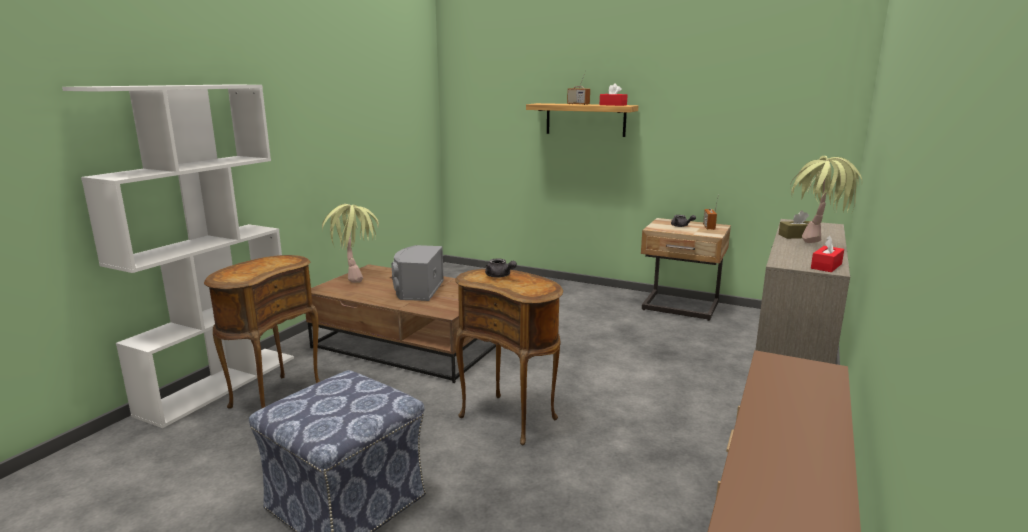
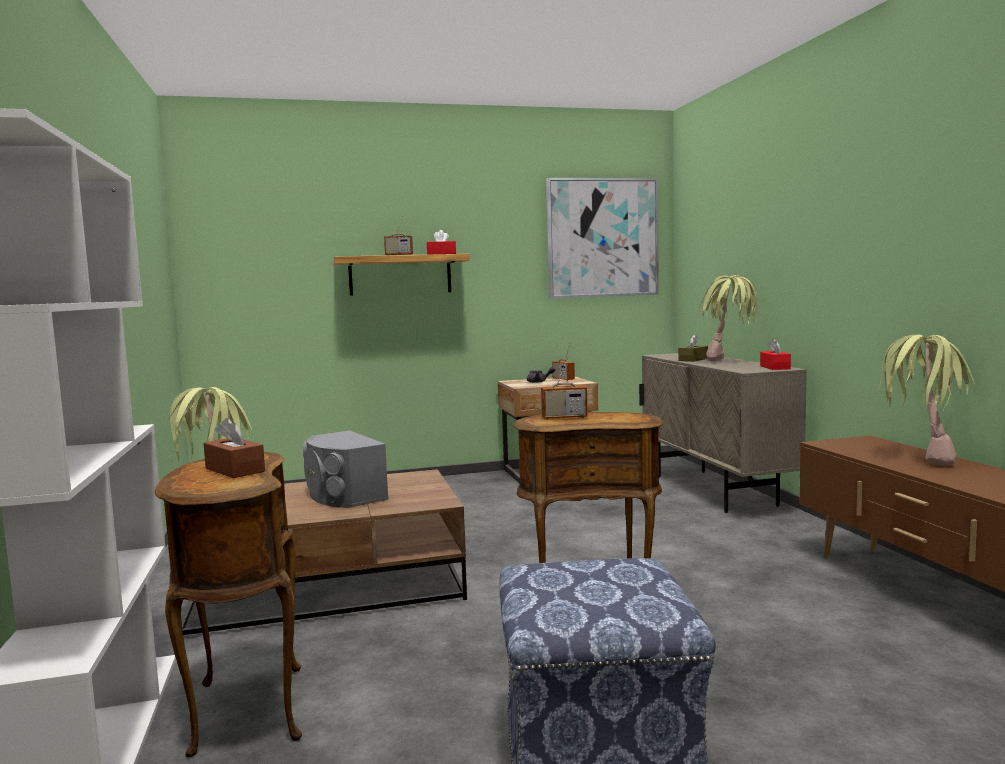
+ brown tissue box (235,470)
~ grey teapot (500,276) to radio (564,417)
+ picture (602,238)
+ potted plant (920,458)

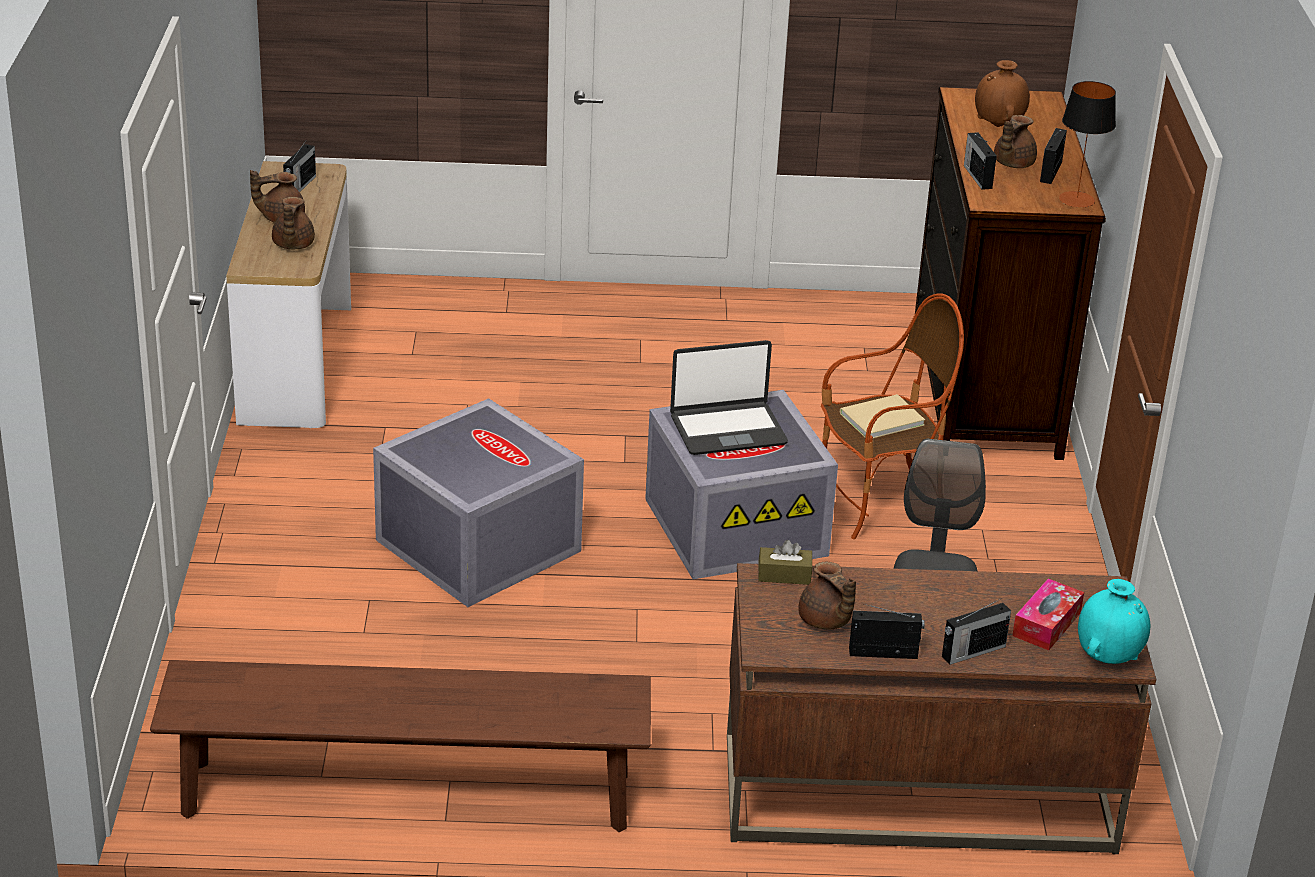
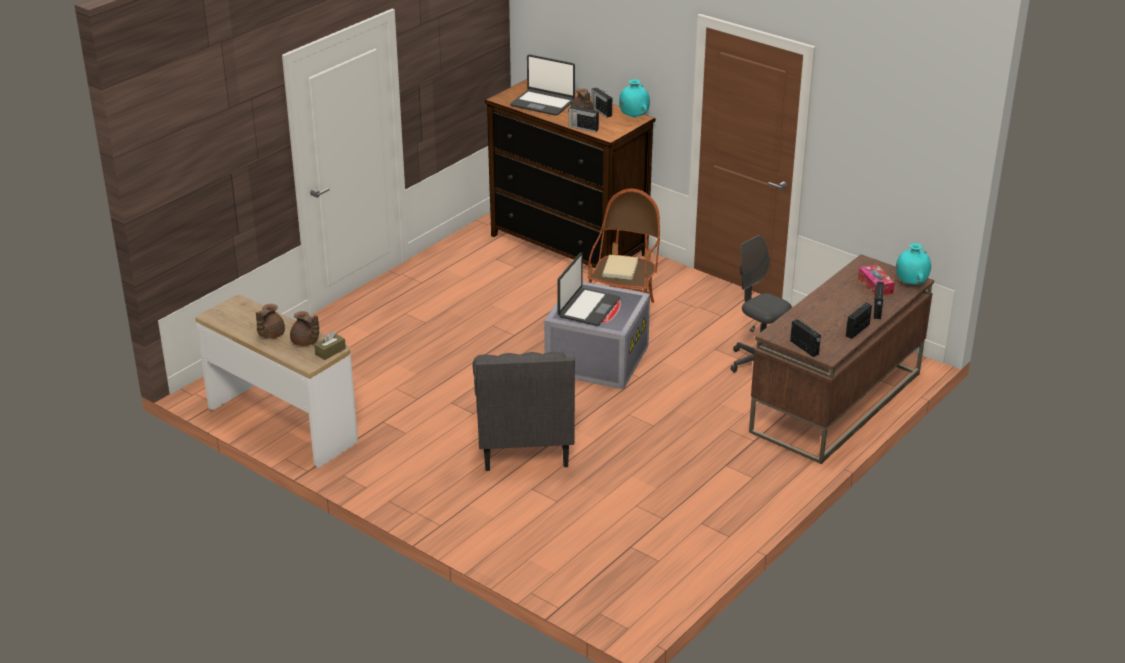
~ brown tissue box (784,575) to (330,351)
~ grey storage box (475,545) to grey armchair (523,438)
~ brown vase (998,126) to laptop (543,103)
~ table lamp (1077,200) to turquoise vase (633,117)
~ radio (299,186) to (804,348)
- brown bench (407,796)
- brown teapot (825,621)

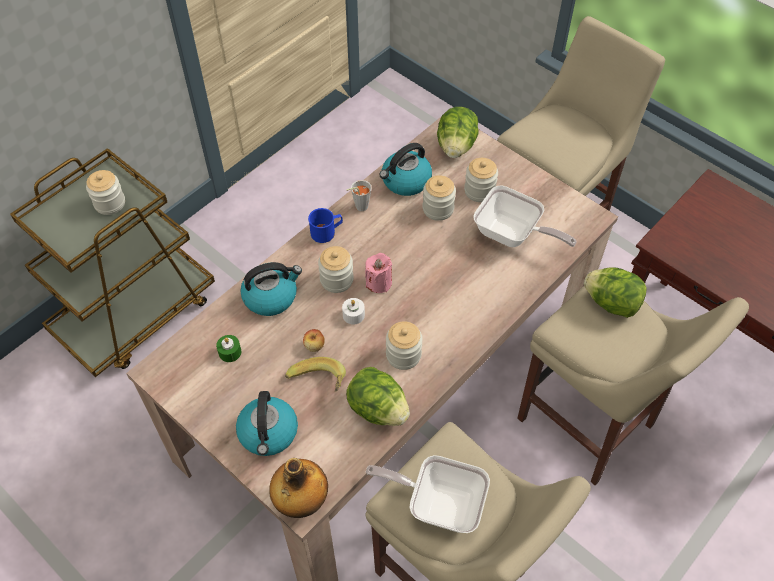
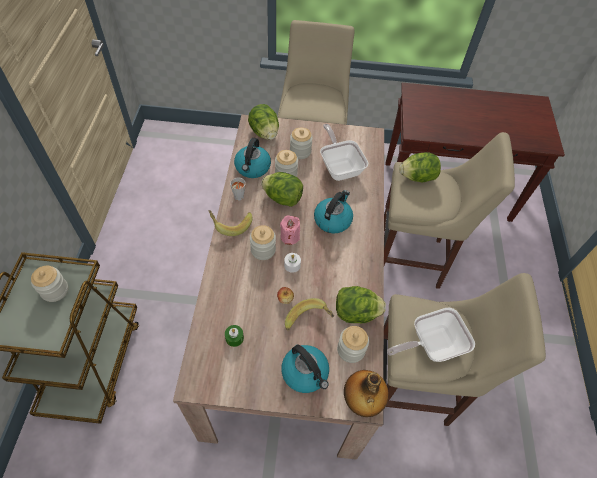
~ blue mug (326,232) to banana (230,224)
+ lettuce (282,198)
~ kettle (271,296) to (332,220)
~ frying pan (512,235) = (340,167) 105 degrees counterclockwise
~ jar (403,355) to (351,350)

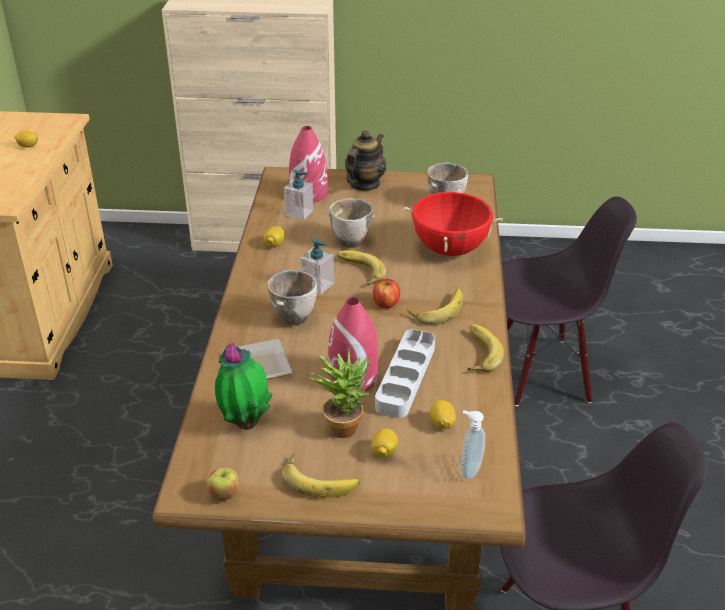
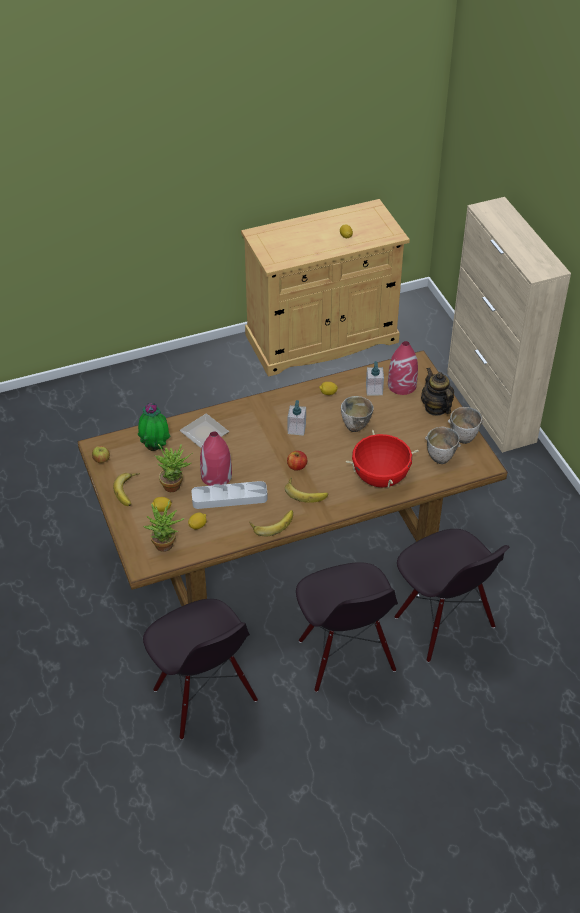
~ soap dispenser (469,470) to potted plant (166,547)
+ black chair (345,656)
~ teapot (364,184) = (436,408) 120 degrees counterclockwise
~ bowl (295,318) to (464,438)
- banana (358,271)

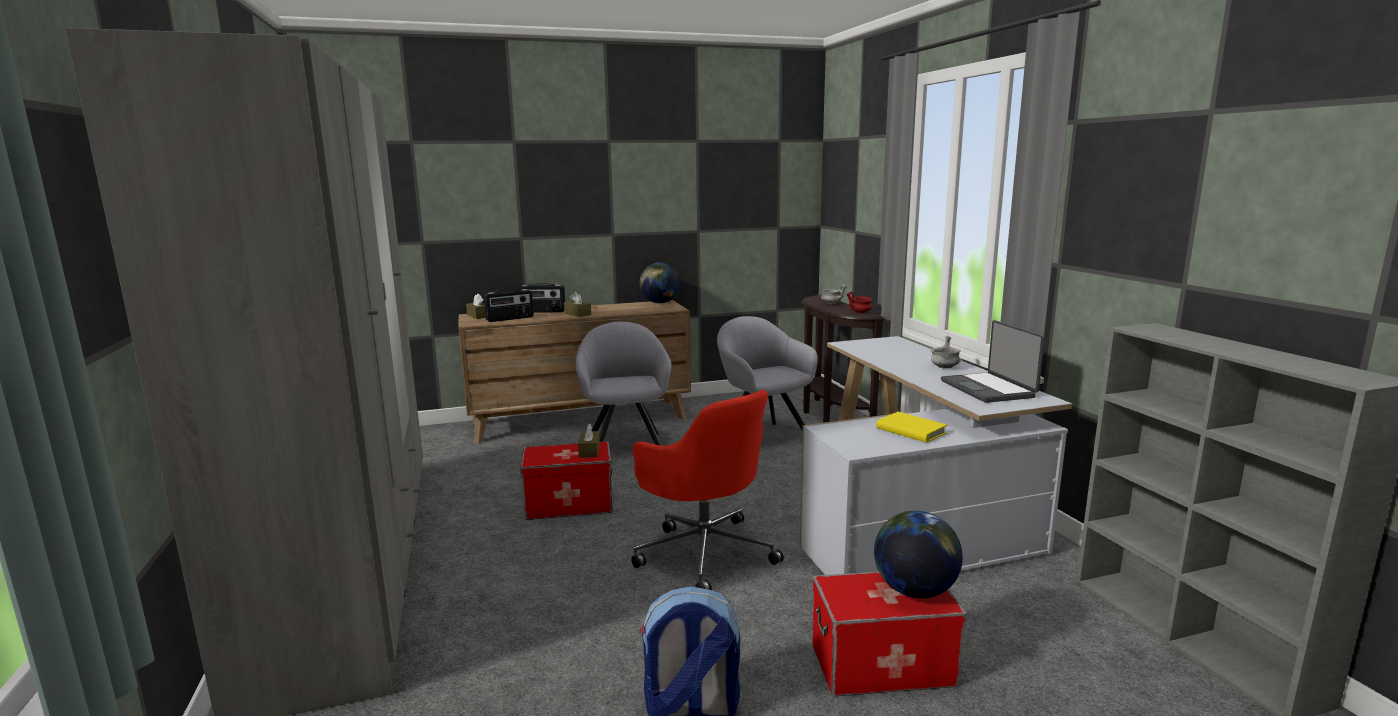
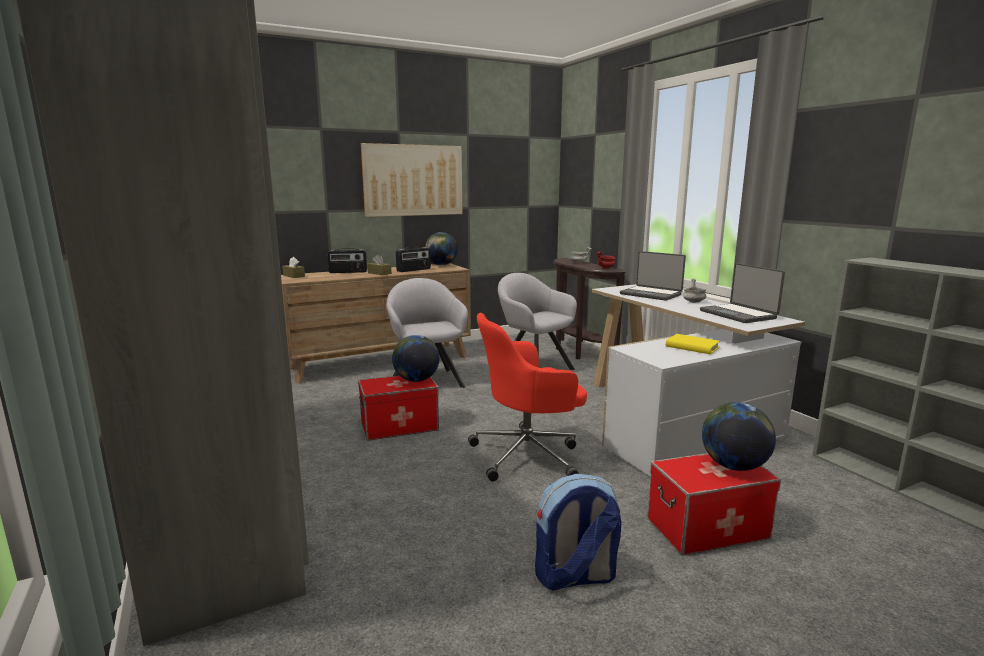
+ picture (413,180)
~ brown tissue box (589,451) to globe (416,380)
~ radio (510,319) to (414,270)
~ red office chair (704,552) = (528,455) 120 degrees clockwise
+ laptop (651,294)

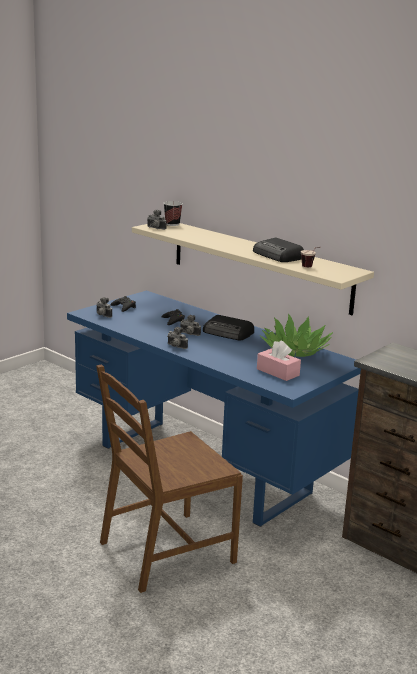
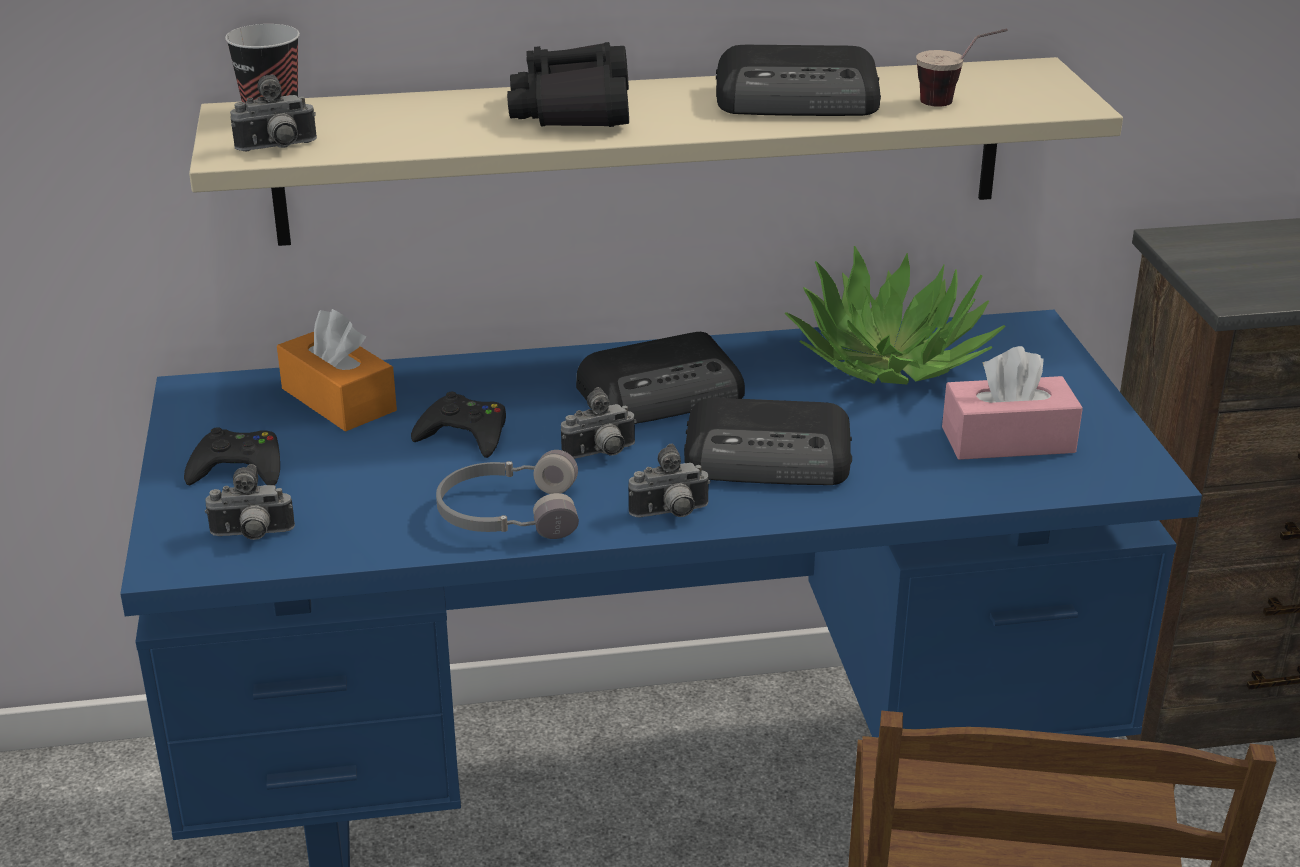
+ orange tissue box (338,400)
+ grey headphones (508,514)
+ black binoculars (573,109)
+ radio (770,458)

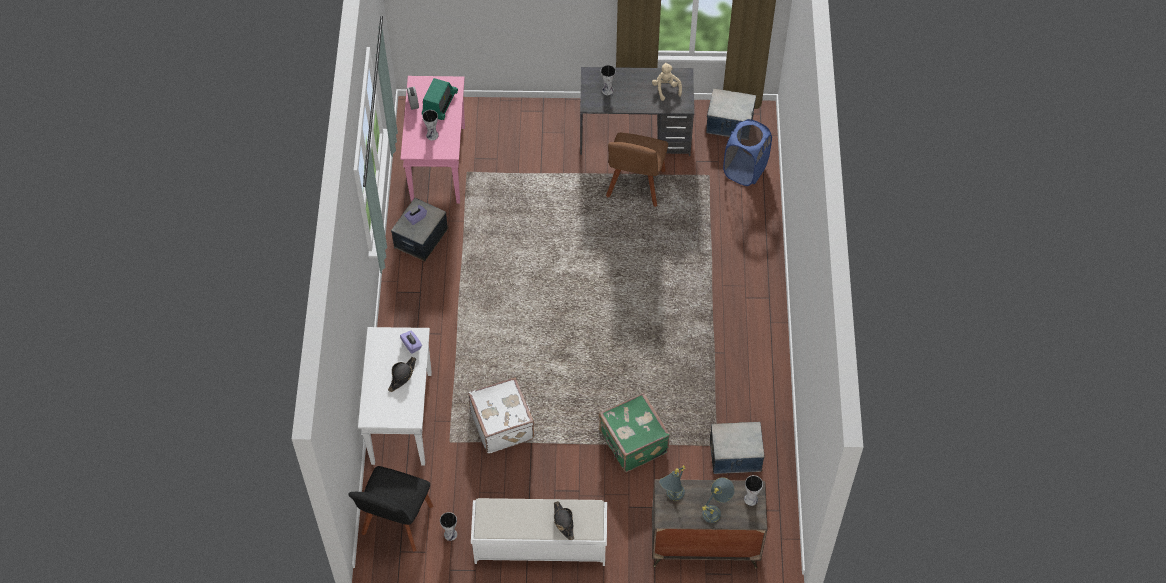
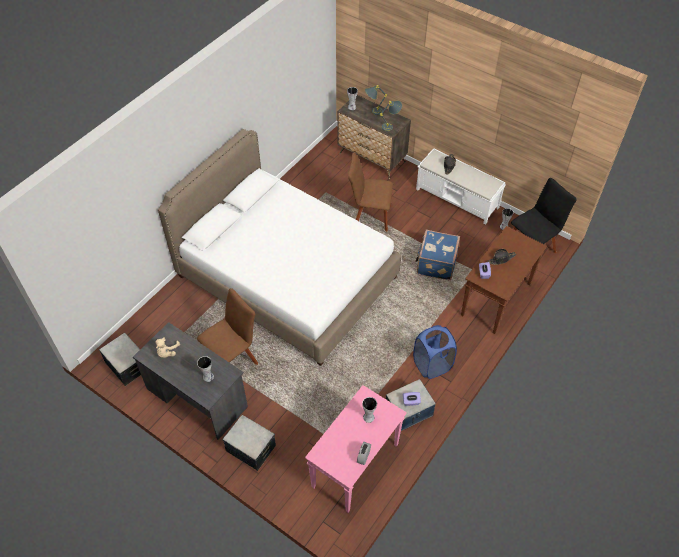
+ white bed (287,277)
~ storage box (735,456) to (251,448)
~ green suitcase (632,443) to brown chair (369,216)
~ blue laundry basket (745,170) to (432,365)
~ white suitcase (503,424) to blue suitcase (435,263)
~ white console table (401,417) to brown console table (496,300)
- radio (439,104)

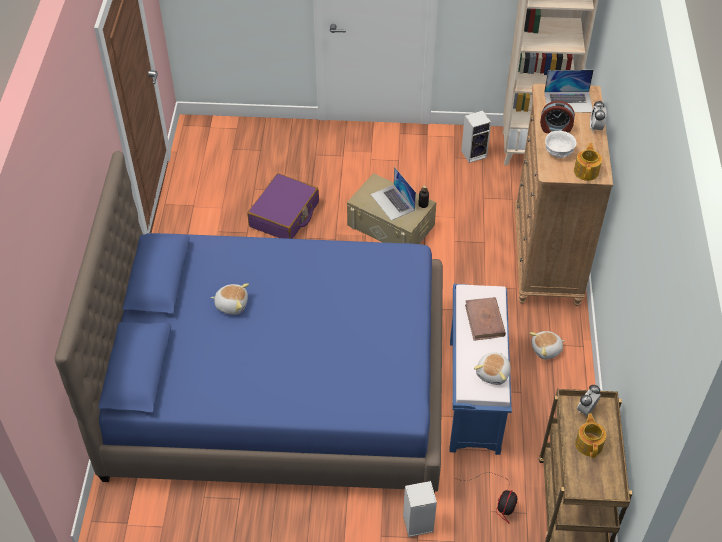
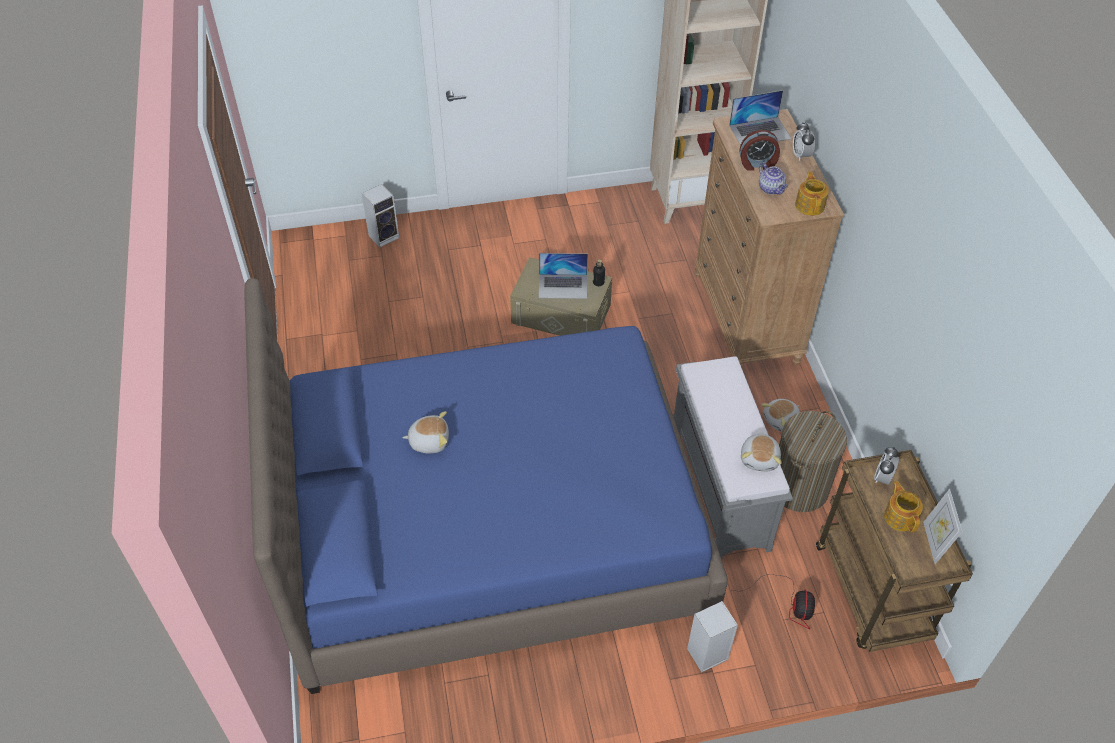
~ speaker (474,153) to (384,236)
~ laptop (392,202) = (563,286) 45 degrees counterclockwise
~ blue bench (473,394) to grey bench (718,488)
~ white bowl (559,152) to teapot (771,189)
+ laundry basket (798,488)
+ picture frame (934,542)
- purple suitcase (284,215)
- brown book (484,320)

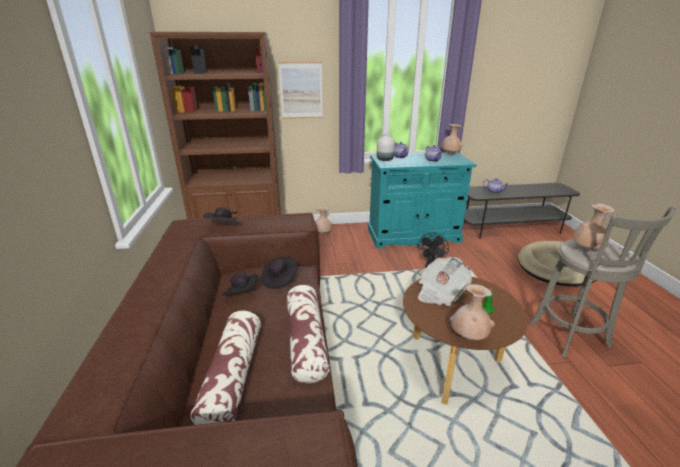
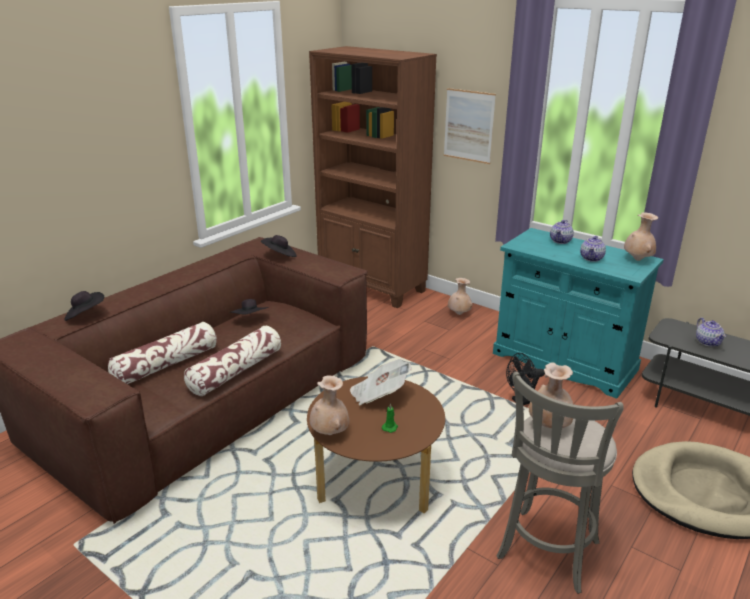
~ black hat (280,279) to (85,315)
- white vase (384,159)

